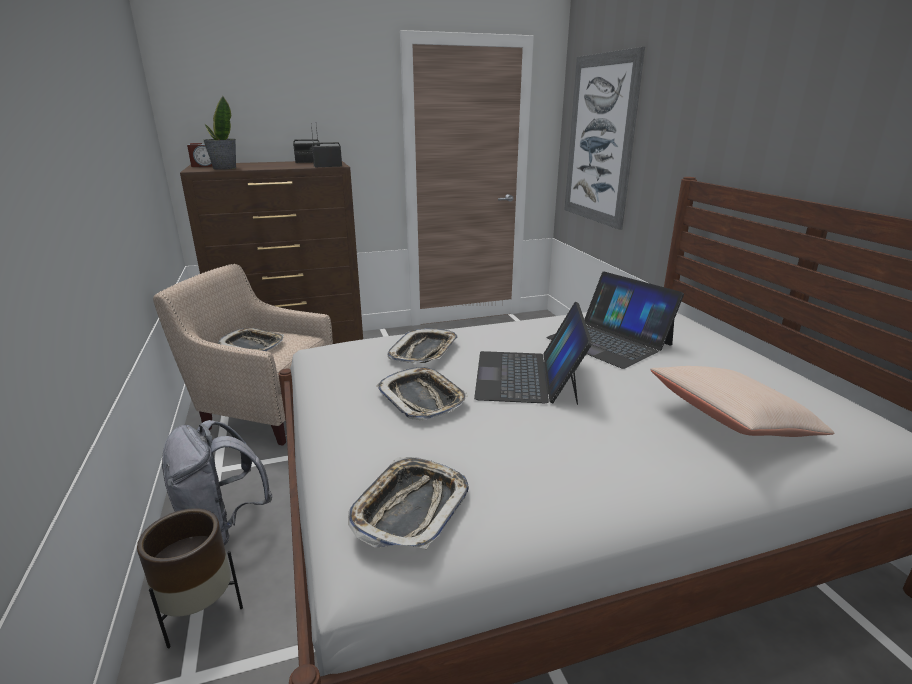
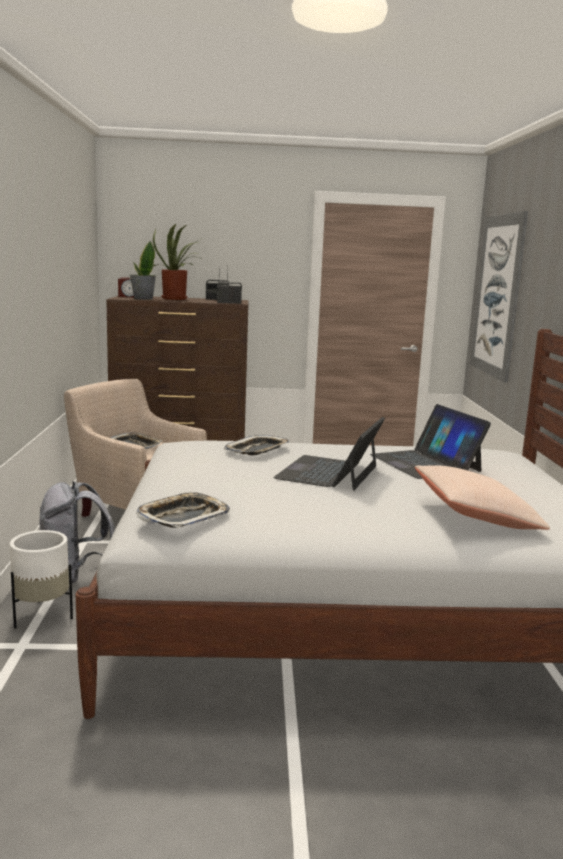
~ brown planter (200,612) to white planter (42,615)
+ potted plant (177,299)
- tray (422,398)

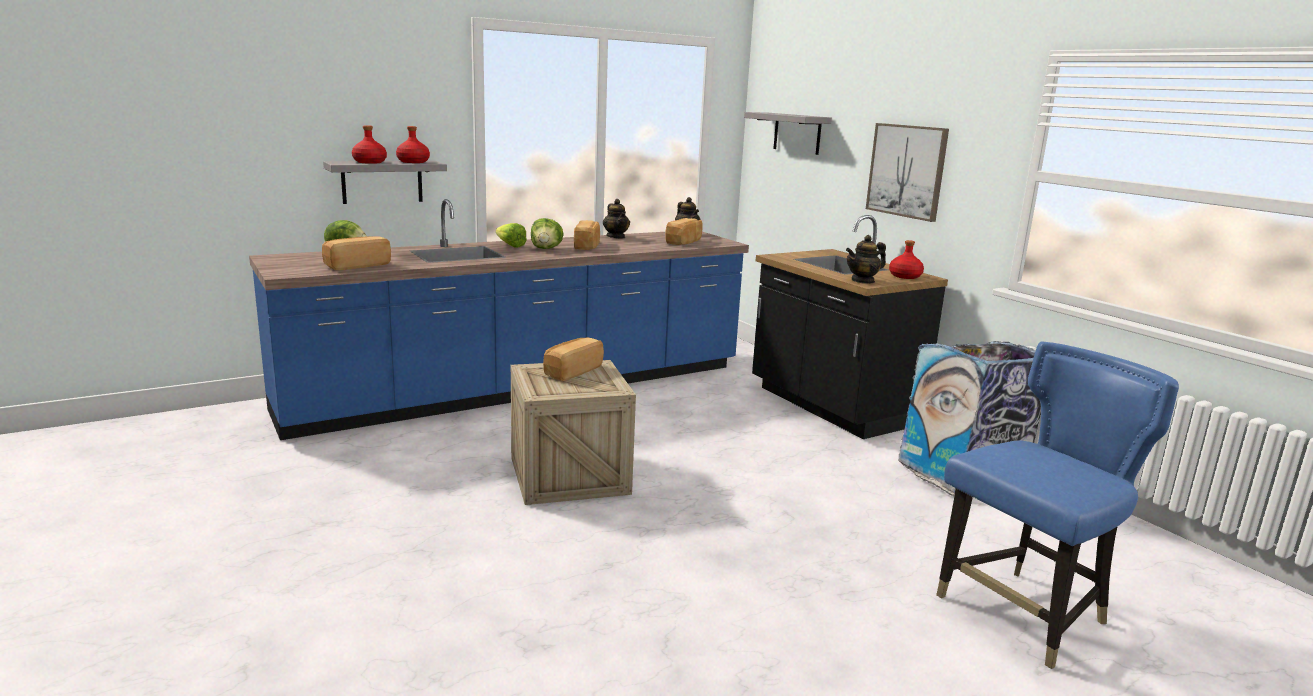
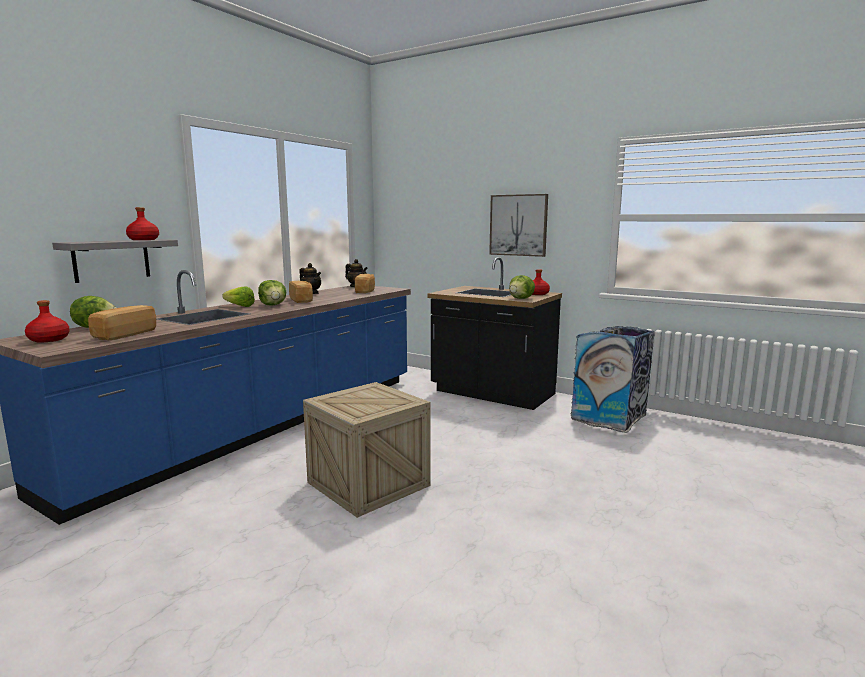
~ red bottle (370,162) to (49,339)
~ teapot (863,281) to lettuce (521,299)
- bread (572,371)
- grey shelf (797,133)
- blue chair (1025,614)

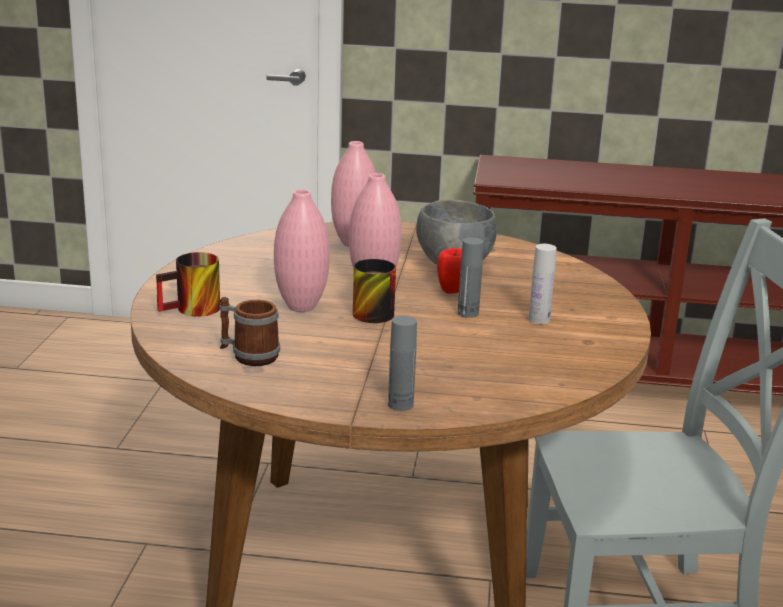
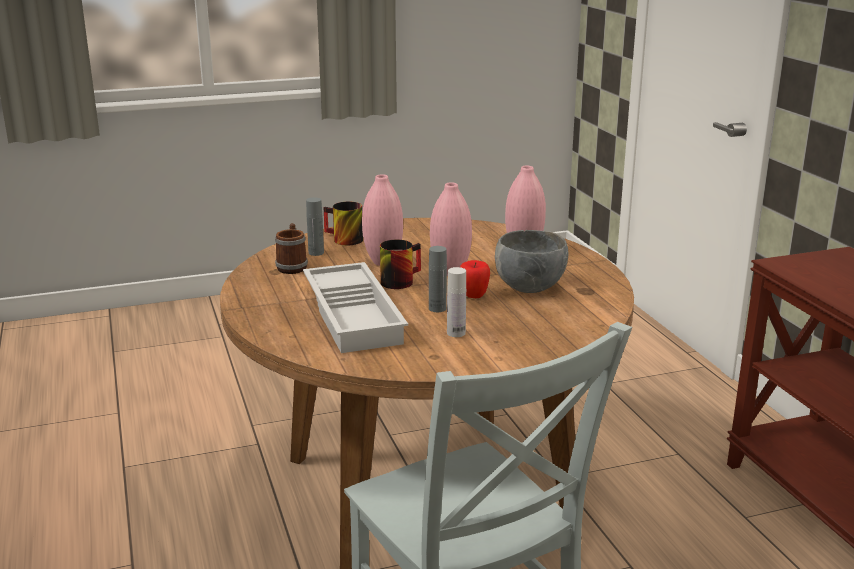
+ white tray (355,315)
~ grey bottle (400,404) to (316,253)

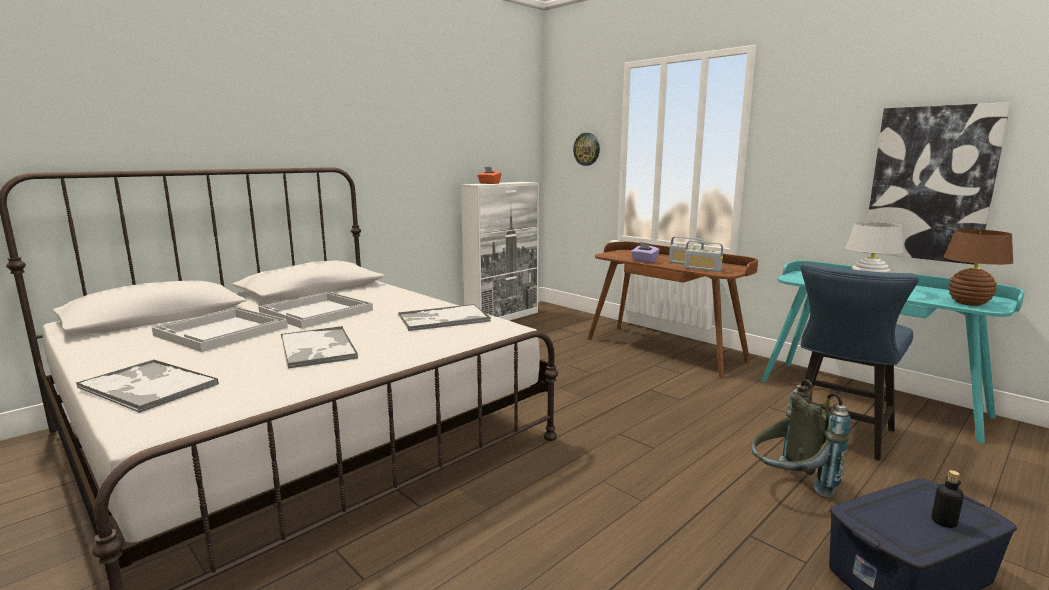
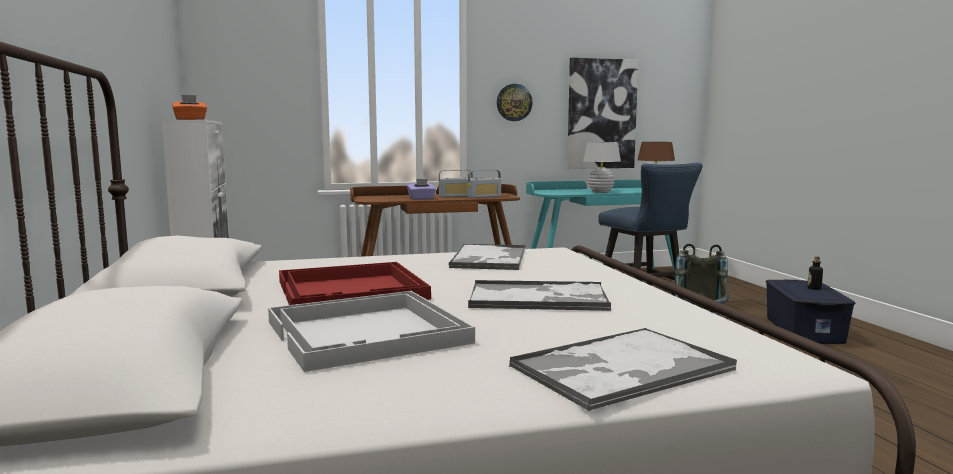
~ white tray (316,312) to red tray (352,290)
~ wall clock (587,149) to (514,102)

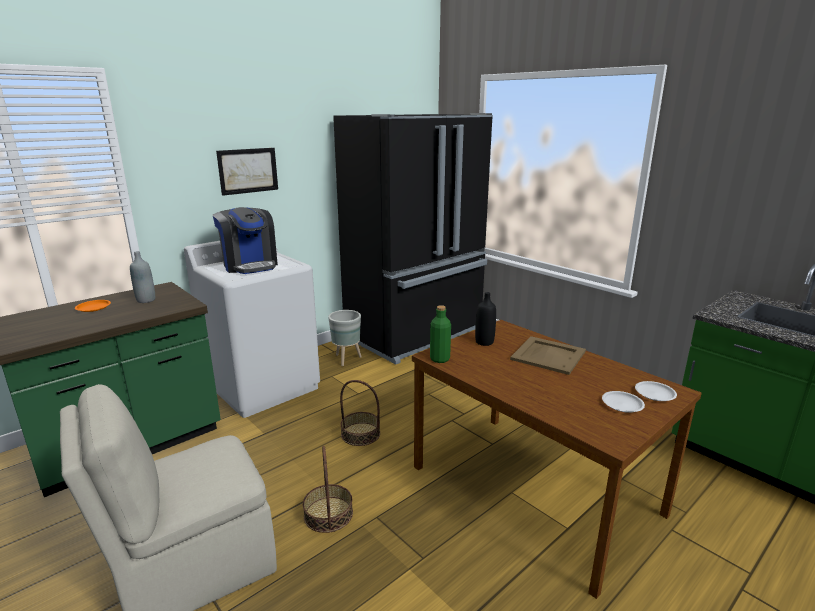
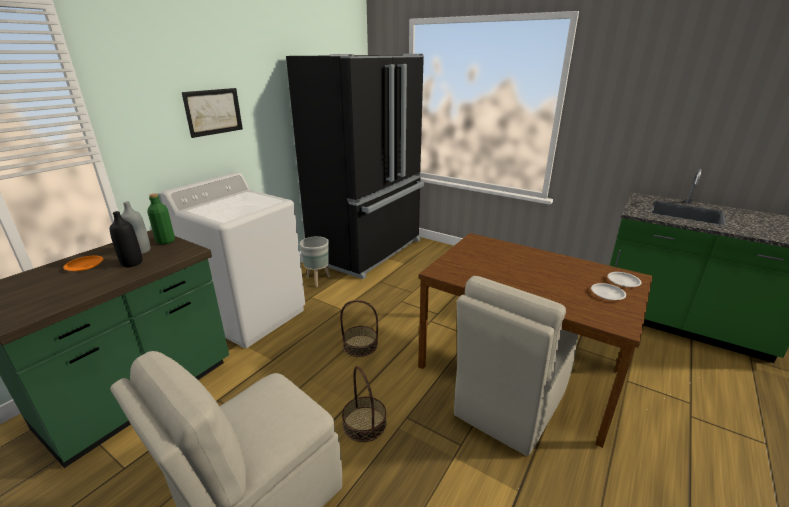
~ black bottle (484,342) to (132,263)
~ green bottle (439,359) to (165,241)
+ beige chair (508,405)
- coffee machine (249,265)
- beige tray (547,355)

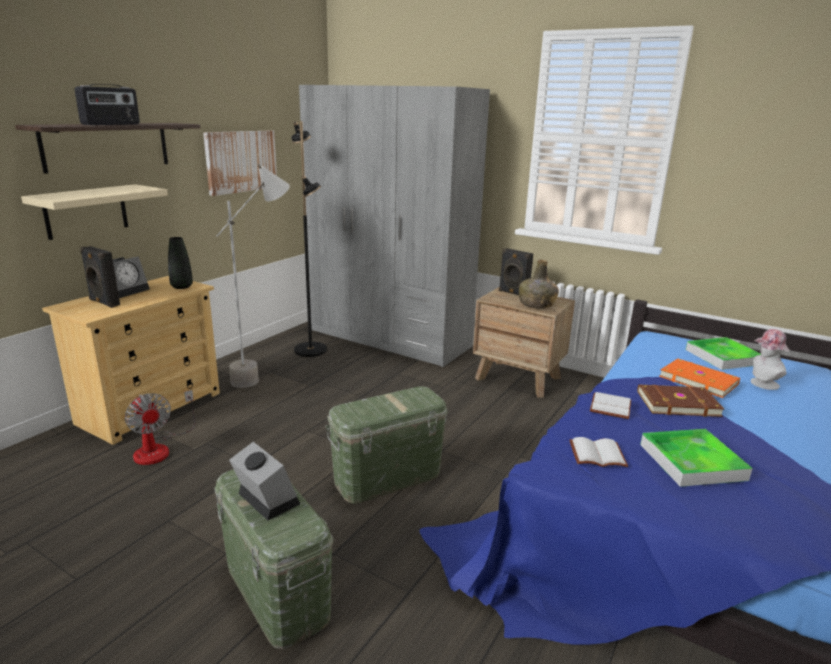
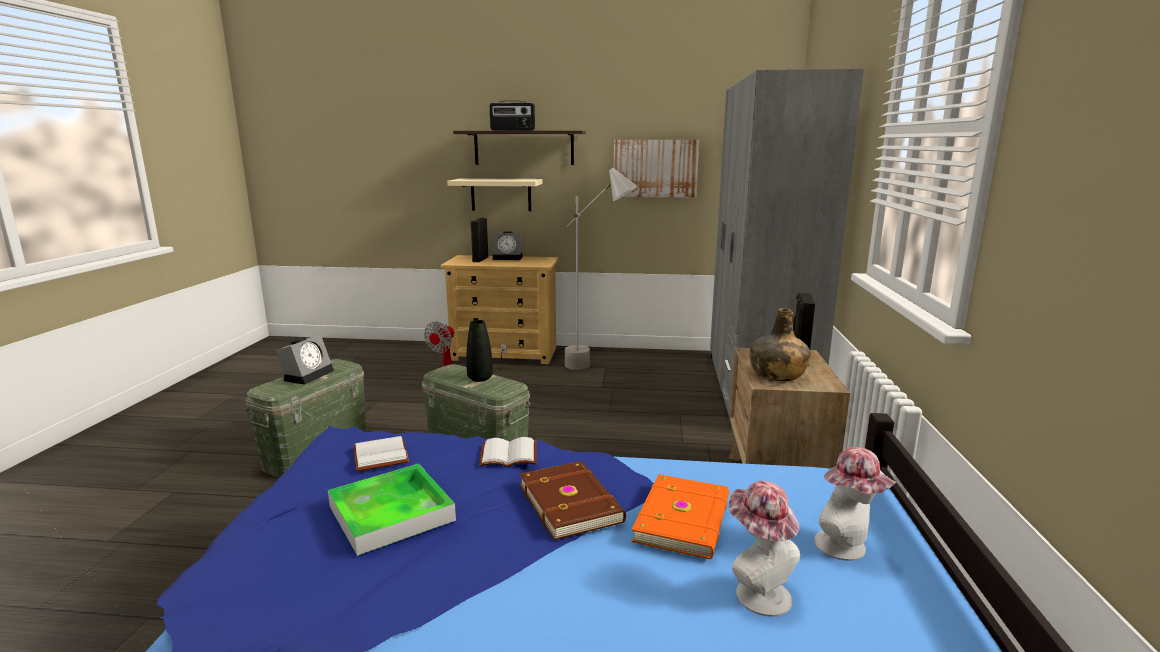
~ black vase (182,287) to (480,378)
~ tray (723,357) to hat (846,548)
- black floor lamp (311,350)

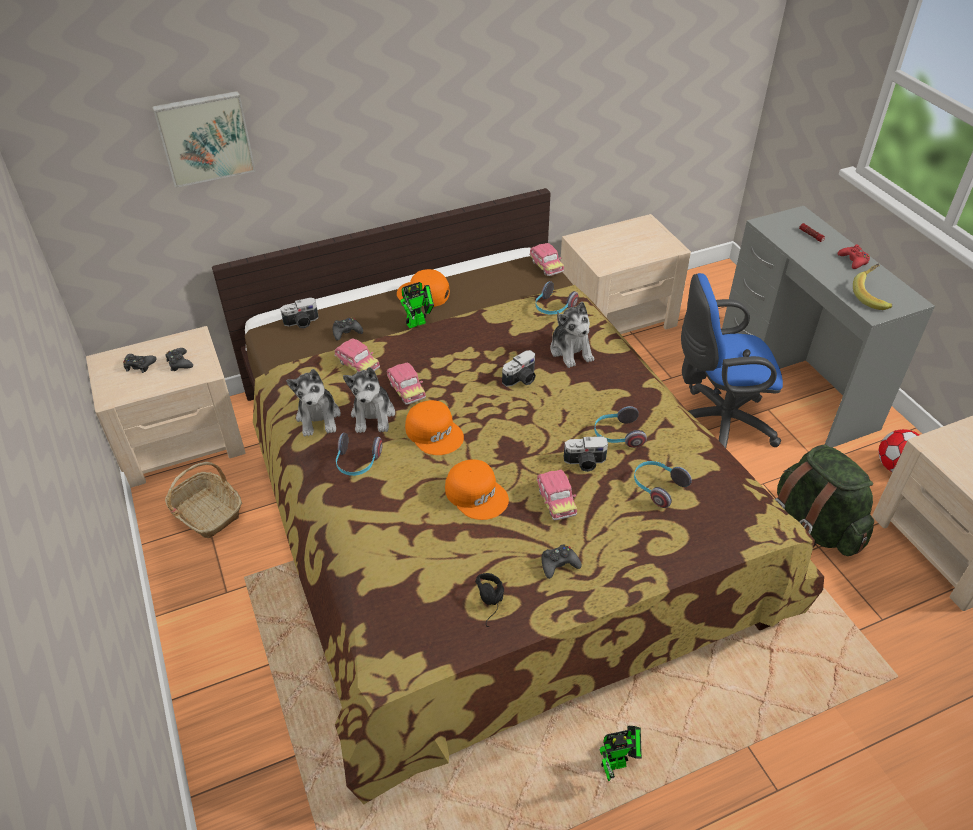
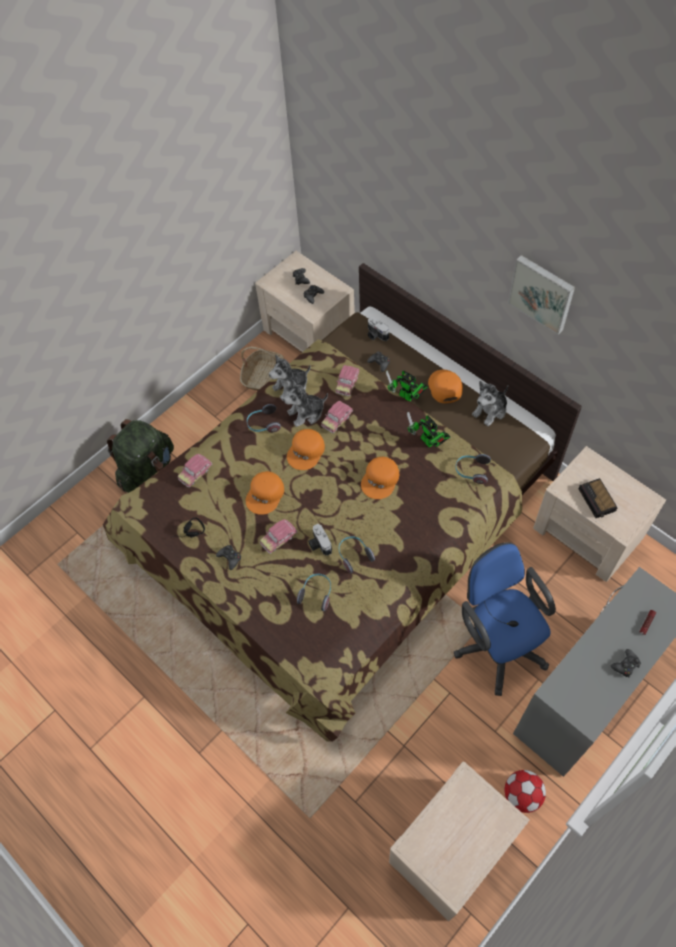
~ green backpack (813,528) to (147,470)
~ toy car (546,266) to (196,473)
~ photo camera (521,379) to orange cap (380,480)
~ toy robot (618,764) to (429,443)
~ plush toy (571,351) to (490,411)
~ picture (205,137) to (542,293)
+ alarm clock (597,500)
~ red game controller (853,261) to black game controller (626,665)
- banana (872,296)

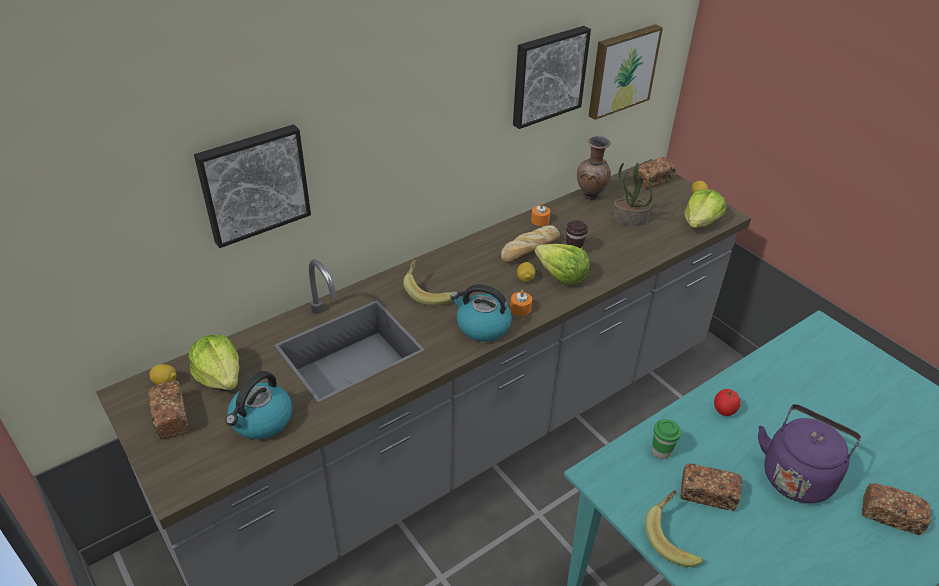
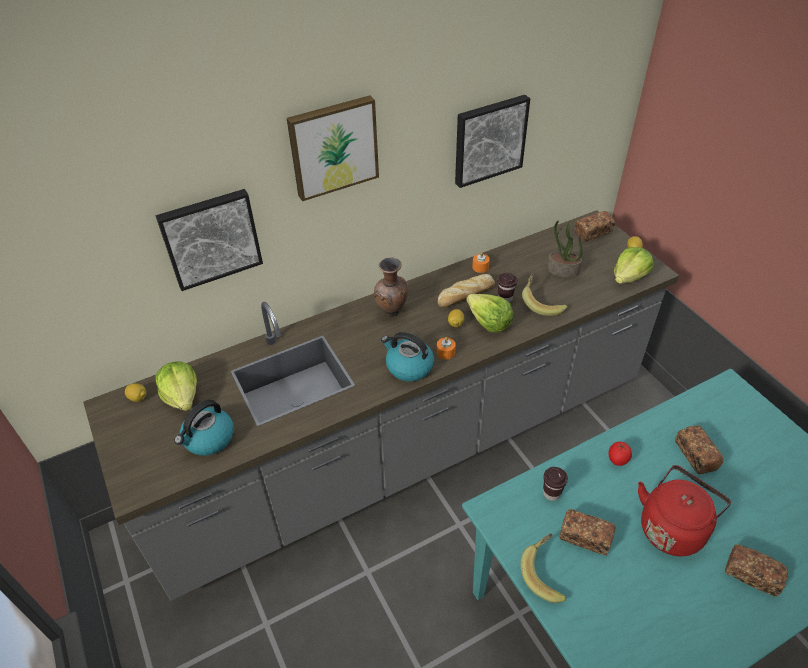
~ picture (621,70) to (333,146)
~ brown vase (591,197) to (392,312)
~ banana (429,292) to (542,303)
~ green cup (661,452) to brown cup (551,493)
~ purple kettle (797,474) to red kettle (672,527)
~ bread (171,417) to (695,455)

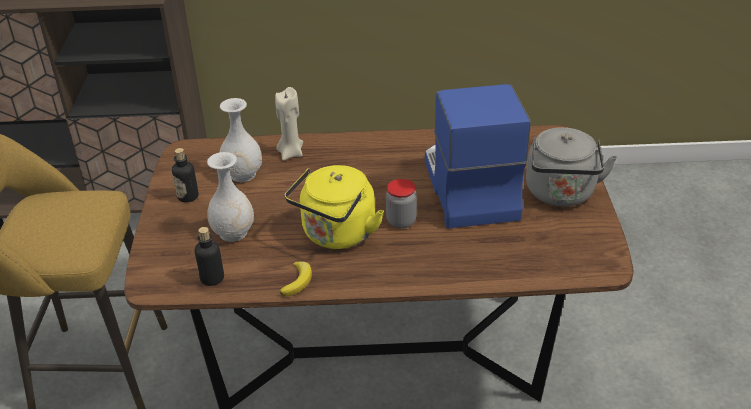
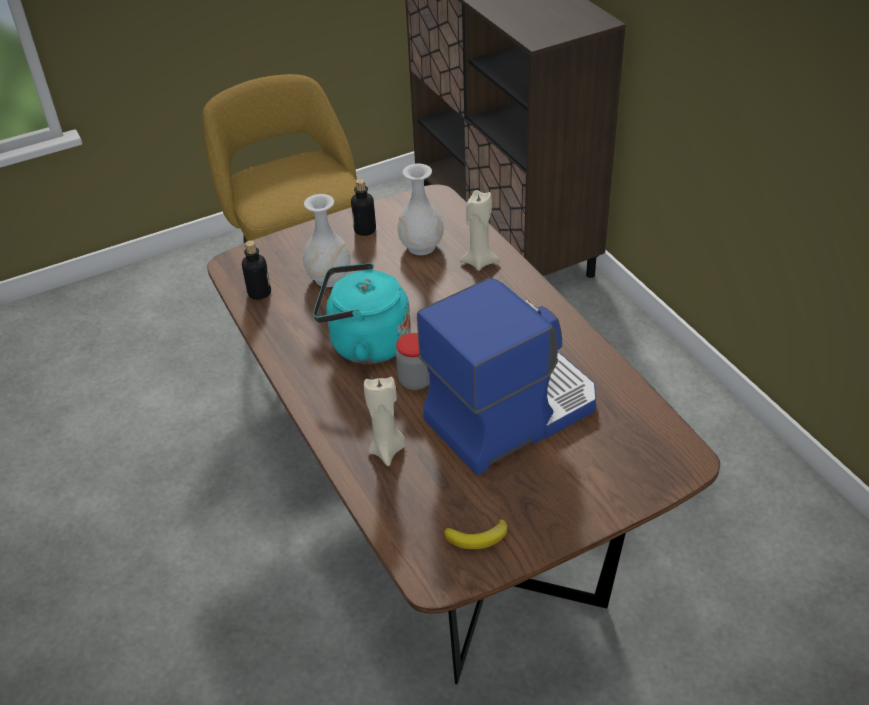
~ yellow kettle (337,235) to turquoise kettle (364,344)
+ beige candle (387,450)
~ banana (297,281) to (478,538)
- grey kettle (561,194)

